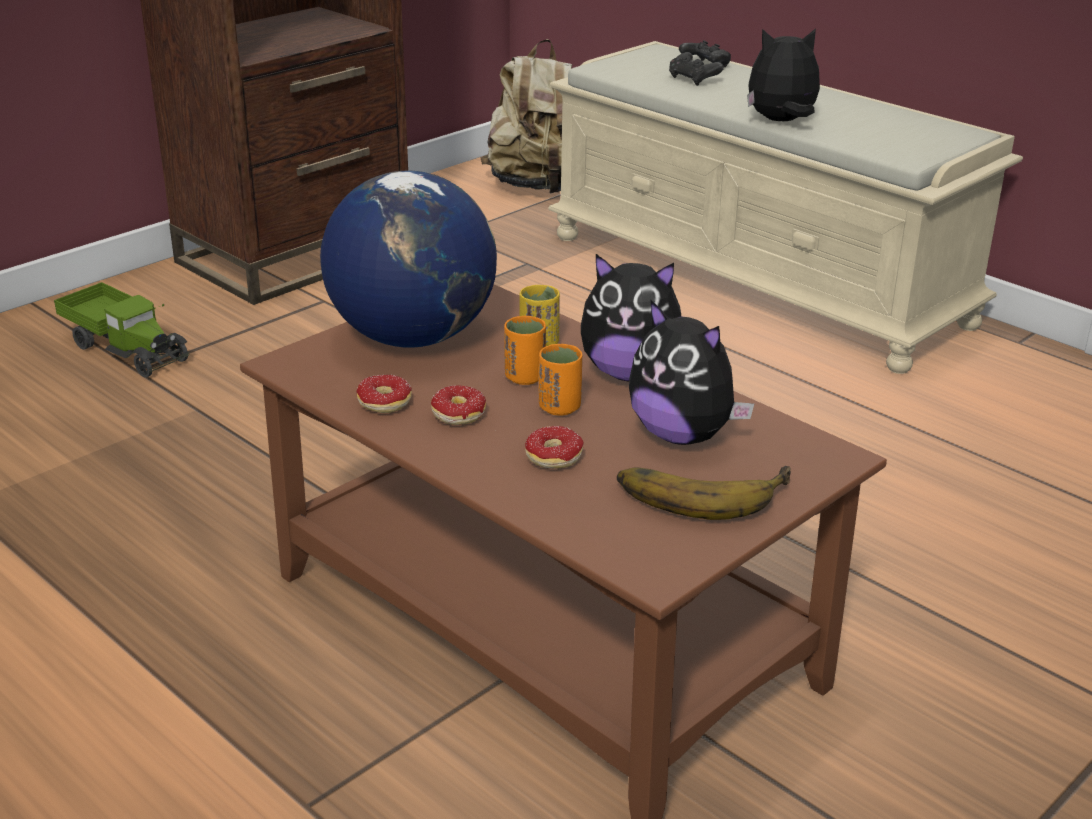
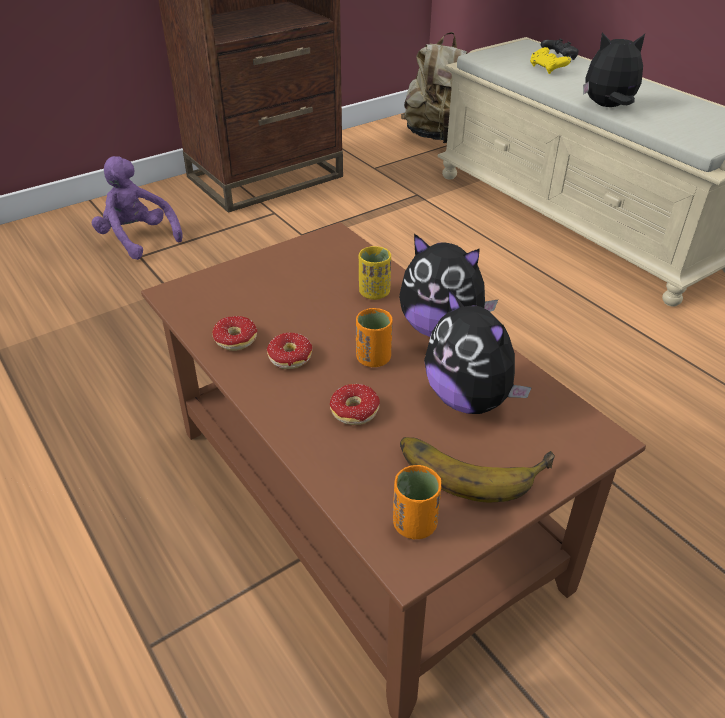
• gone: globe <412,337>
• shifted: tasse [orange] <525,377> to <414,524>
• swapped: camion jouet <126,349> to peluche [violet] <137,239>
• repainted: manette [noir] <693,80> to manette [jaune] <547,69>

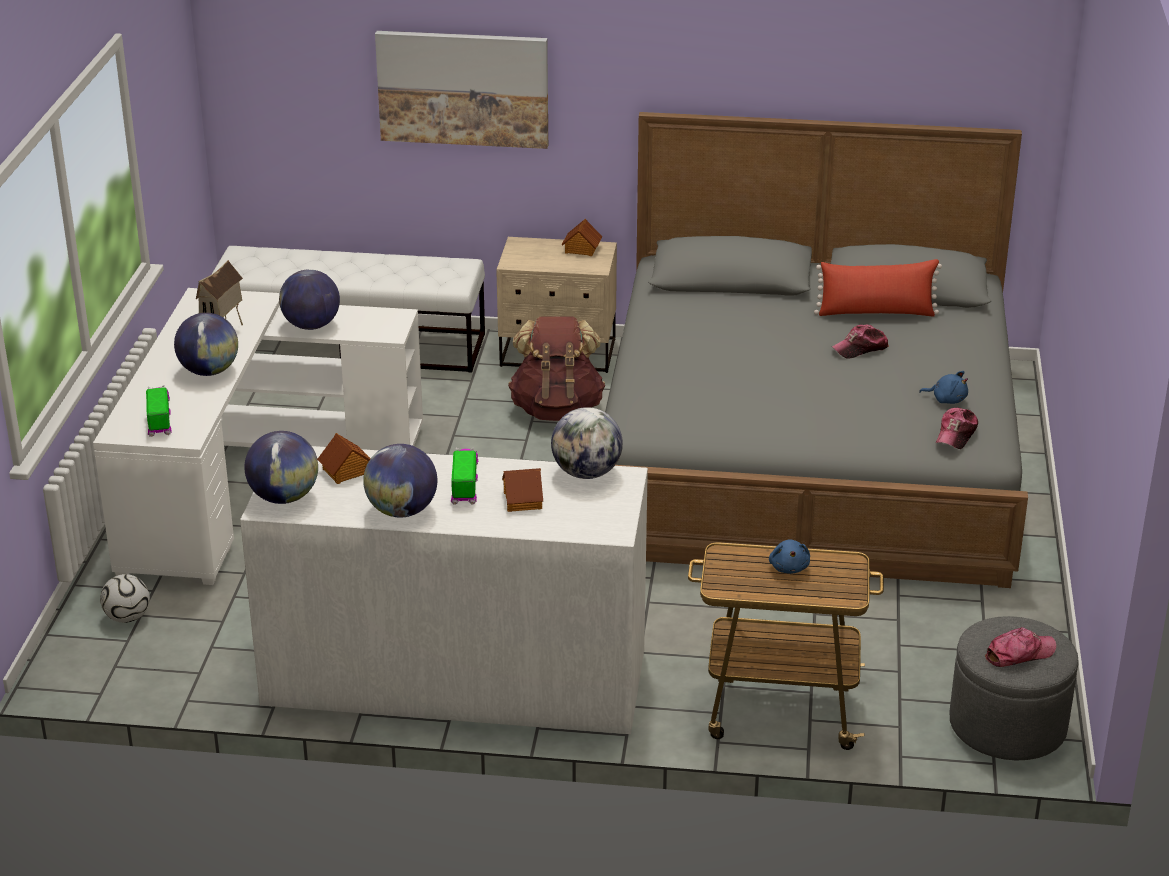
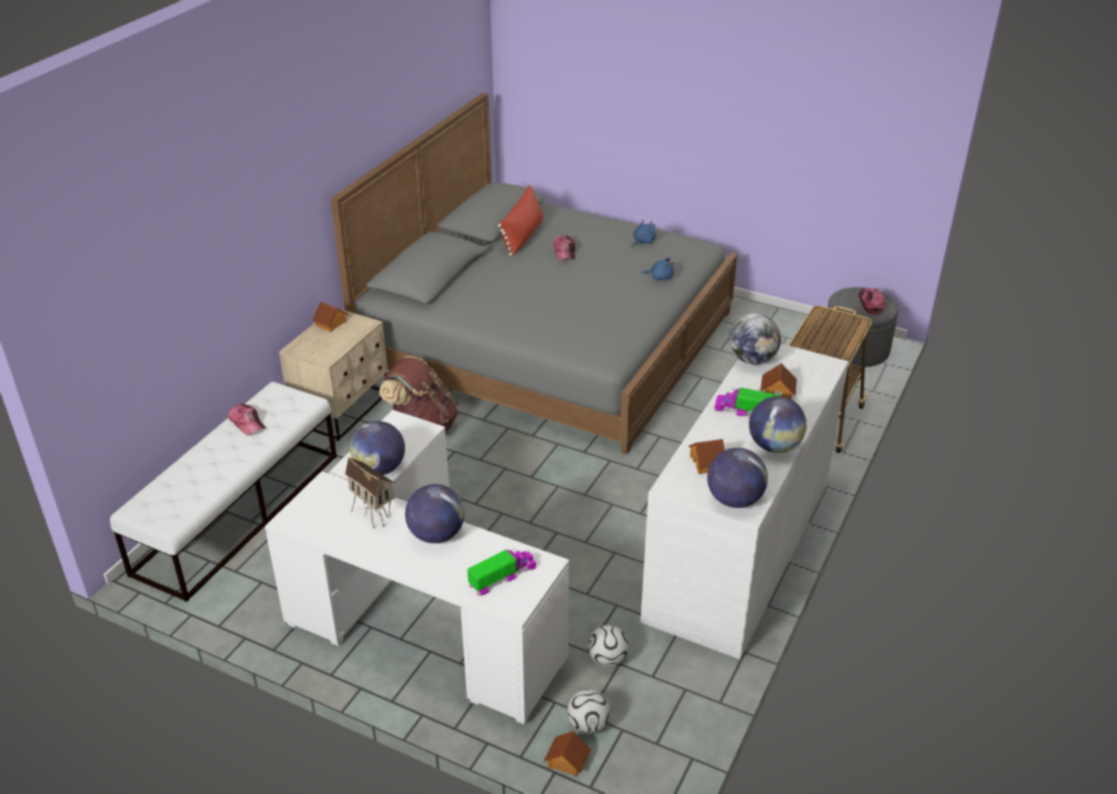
• gone: tableau <463,88>
• new: maison miniature <567,761>
• new: ballon de foot <608,659>
• shifted: peluche [bleu] <789,567> to <660,277>
• shifted: casquette <956,434> to <247,423>
• rotated: camion jouet <159,418> = <502,577> 135 degrees clockwise

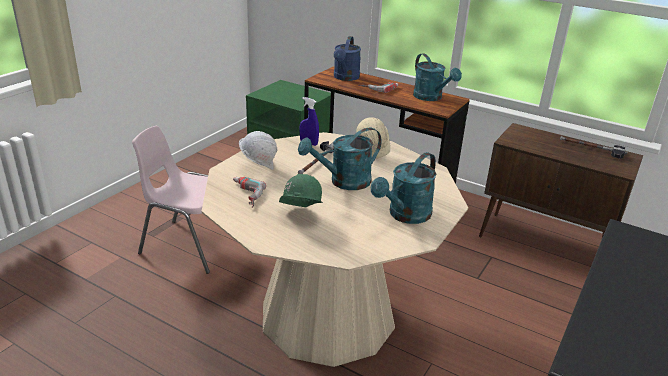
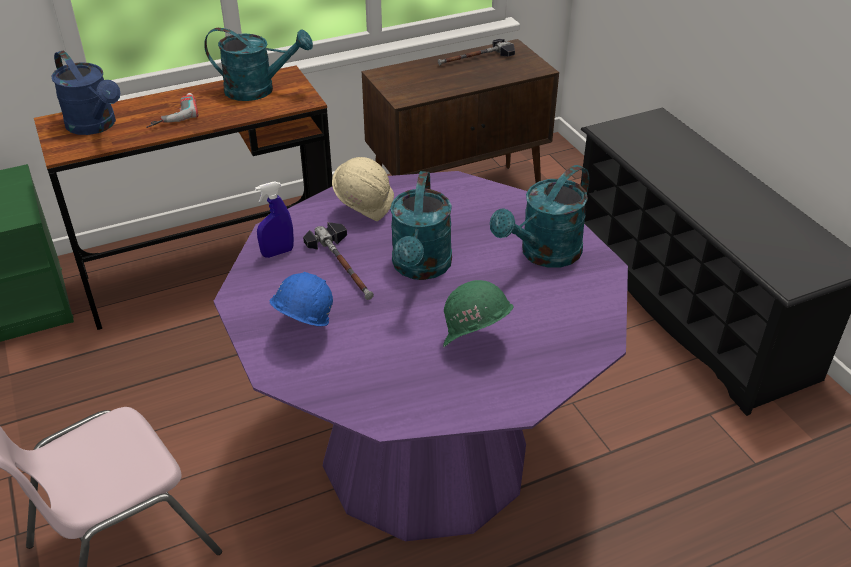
• gone: perceuse <243,195>
• repainted: table à manger [beige] <327,315> to table à manger [violet] <425,454>
• repainted: casque de chantier [blanc] <258,167> to casque de chantier [bleu] <303,332>
• rotated: arrosoir [turquoise] <405,216> = <543,255> 60 degrees clockwise

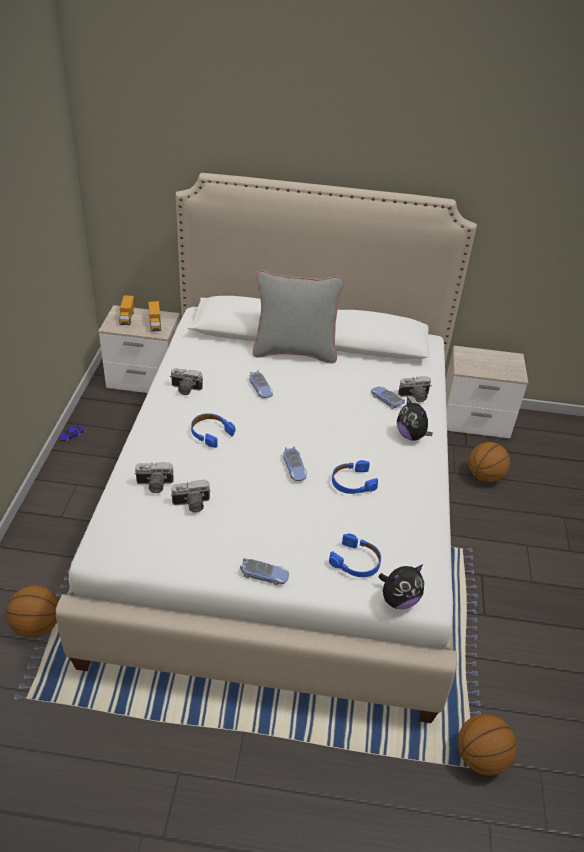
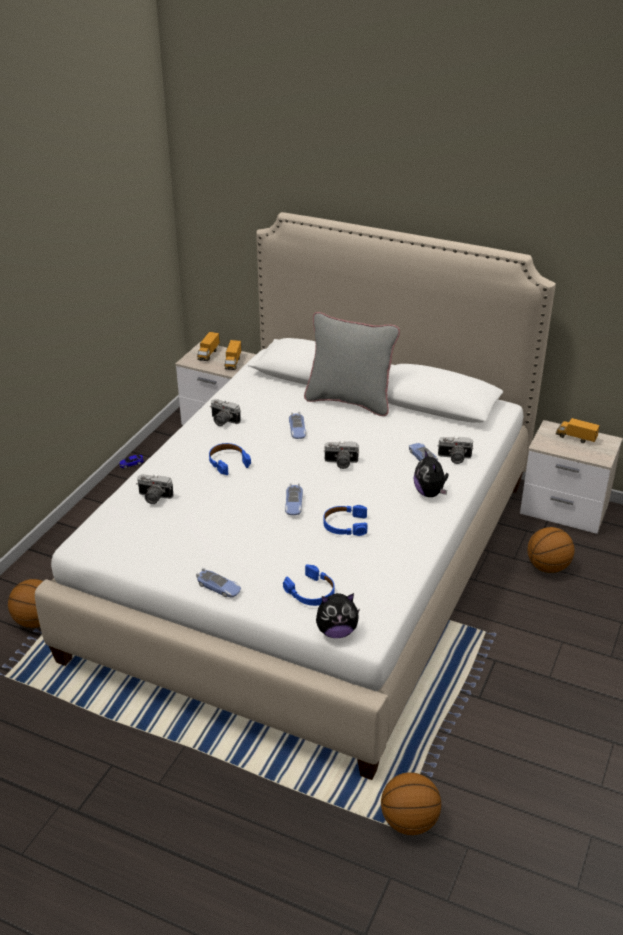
• new: camion jouet <575,438>
• shifted: appareil photo <192,505> to <341,463>

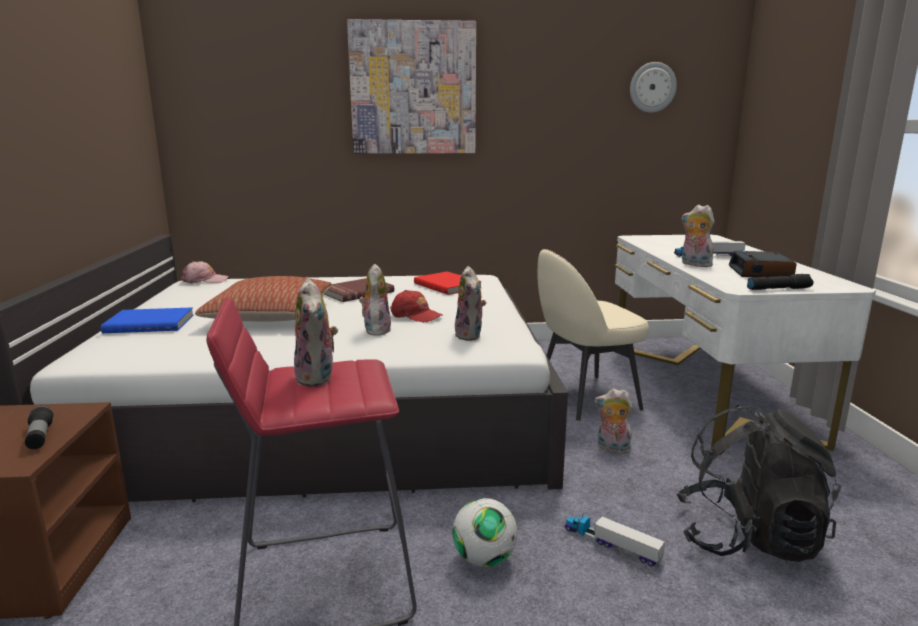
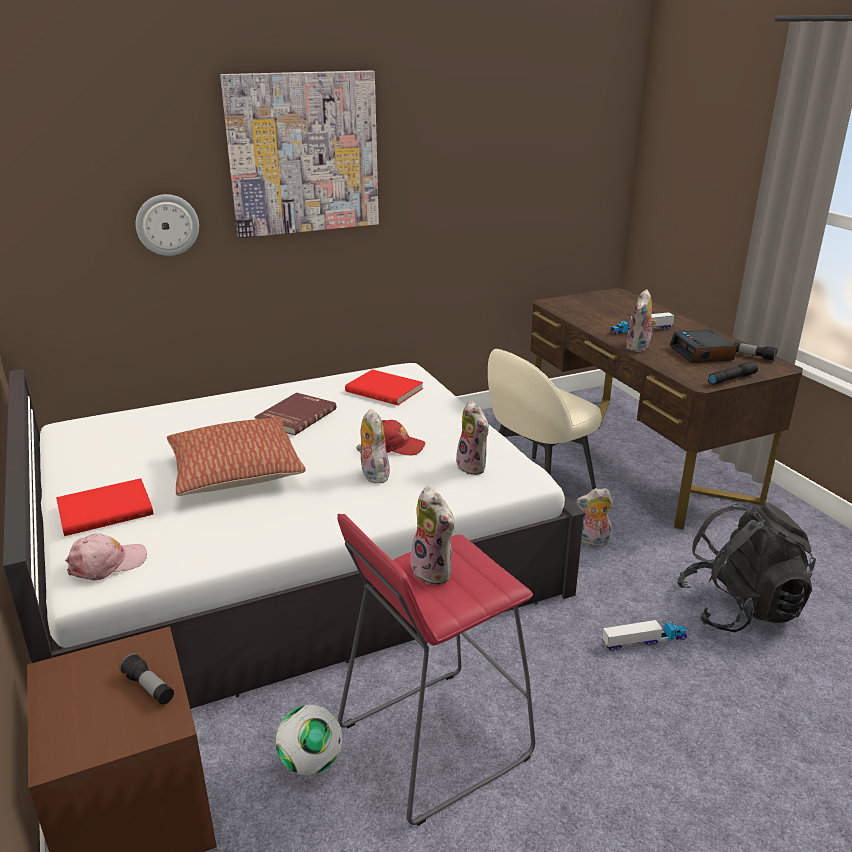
• new: lampe de poche <753,356>
• shifted: casquette [rose] <205,280> to <107,563>
• shifted: ballon de foot <484,559> to <311,762>
• shifted: horloge murale <652,87> to <167,225>
• repainted: livre [bleu] <150,323> to livre [rouge] <105,509>
• repainted: bureau [blanc] <704,390> to bureau [marron] <636,456>
• rotated: camion jouet <611,545> = <644,641> 150 degrees clockwise
• rotated: peluche <694,264> = <639,348> 90 degrees counterclockwise

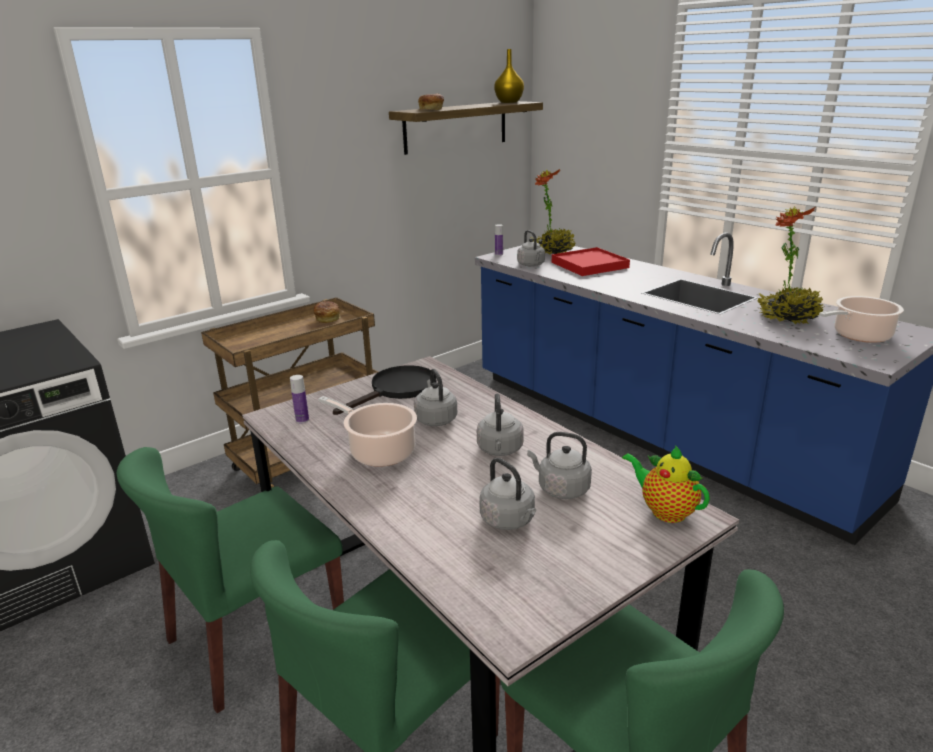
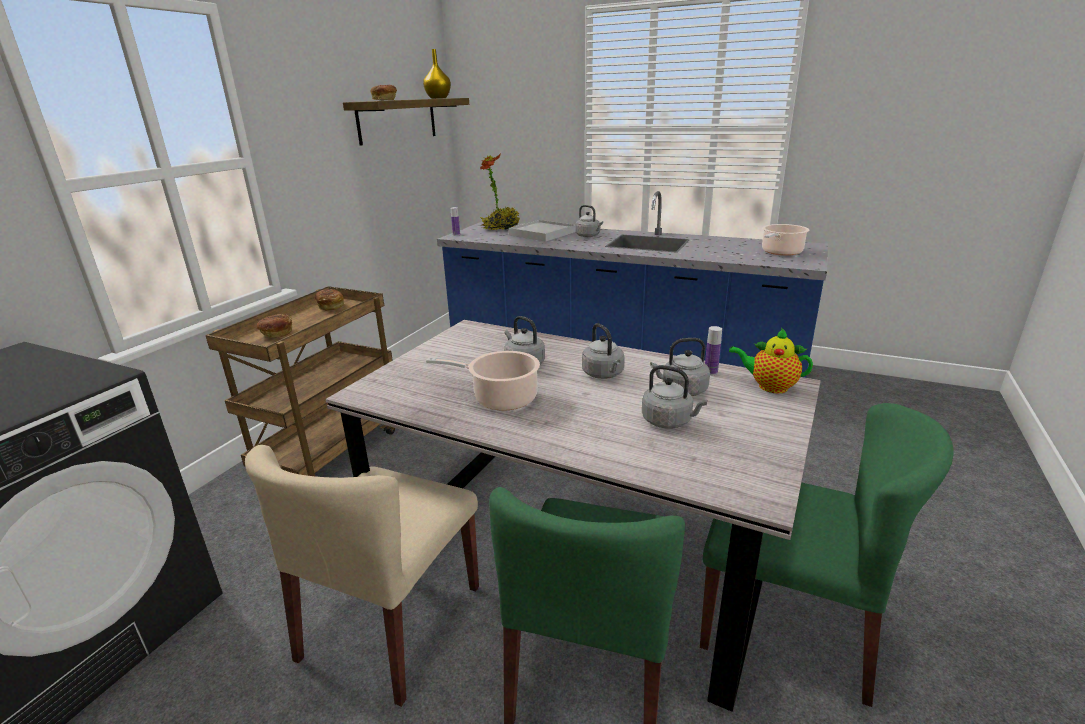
• gone: poêle [noir] <397,390>
• gone: plante en pot <788,317>
• new: pain <277,333>
• shifted: bouteille <302,420> to <710,372>
• shifted: bouilloire [gris] <531,265> to <589,236>
• repainted: chaise [vert] <256,637> to chaise [beige] <391,623>
• repainted: plateau [rouge] <589,265> to plateau [blanc] <542,233>

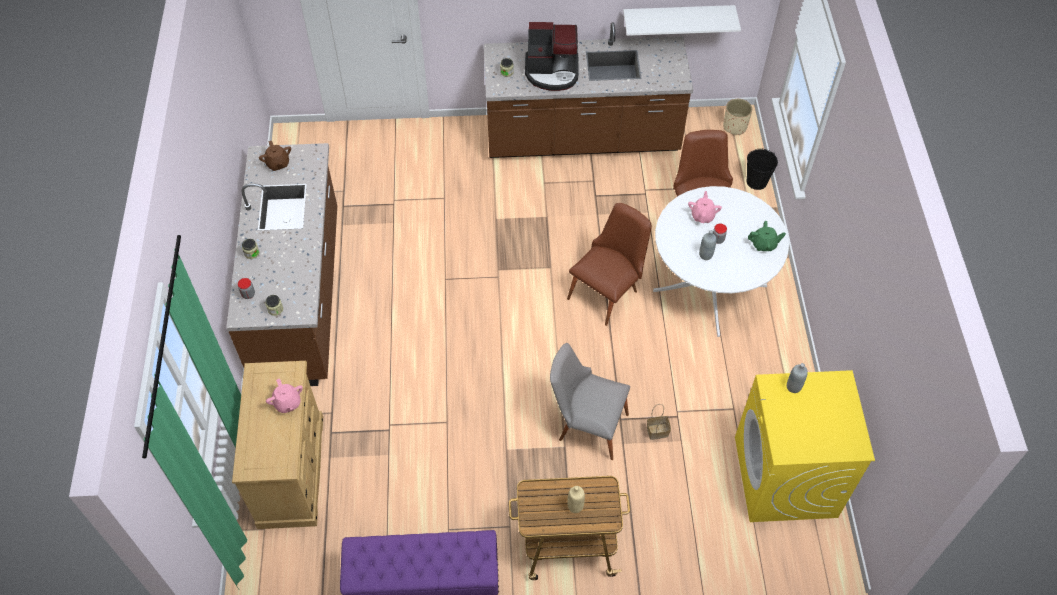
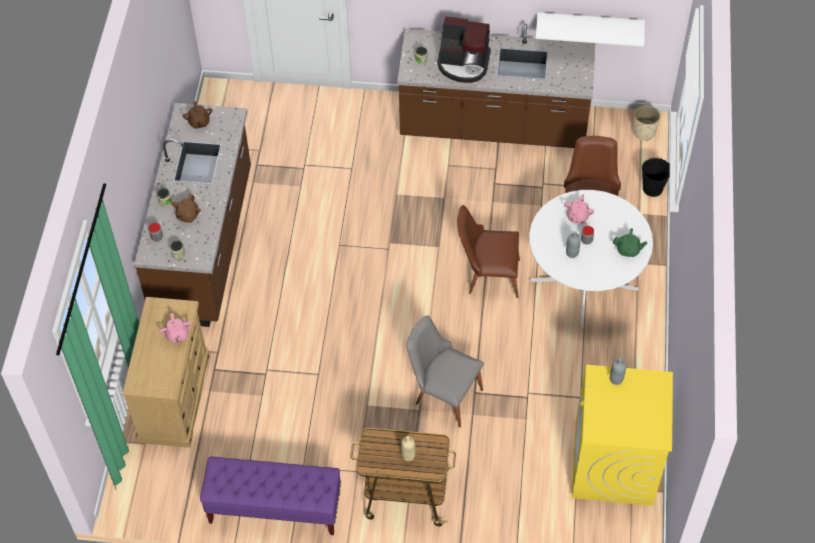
• gone: panier <658,431>
• new: théière [marron] <187,215>
• rotated: chaise [marron] <608,291> = <487,275> 135 degrees counterclockwise

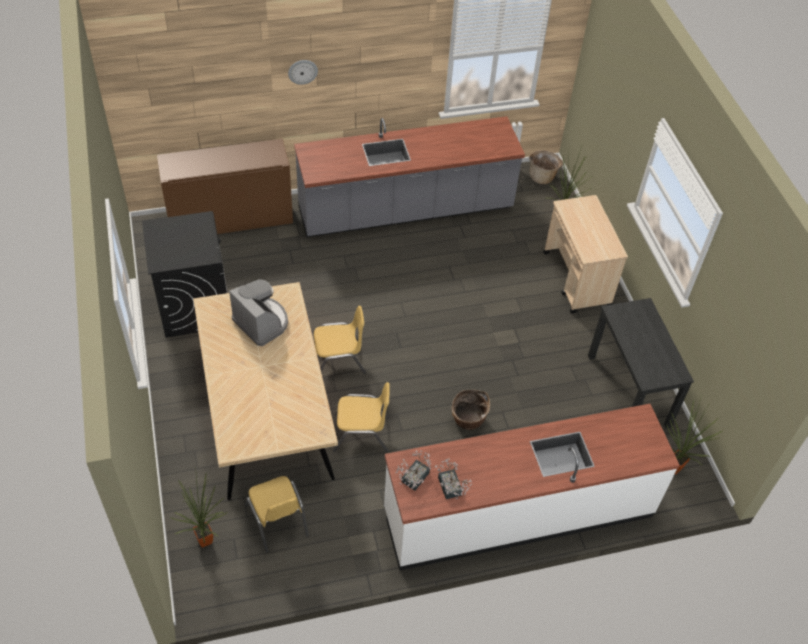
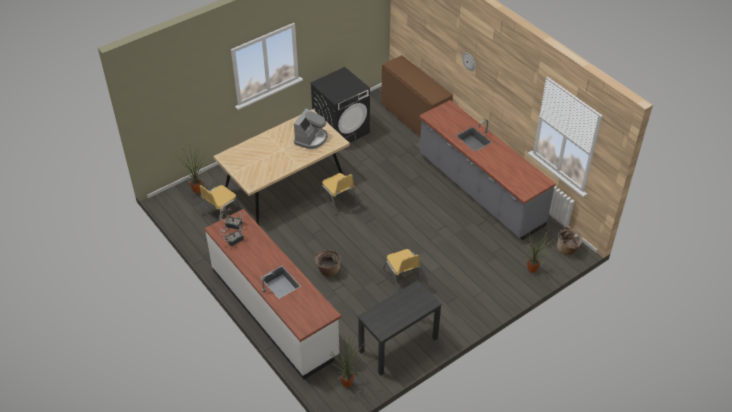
• gone: chariot [beige] <577,279>
• shifted: chaise [jaune] <361,433> to <402,277>

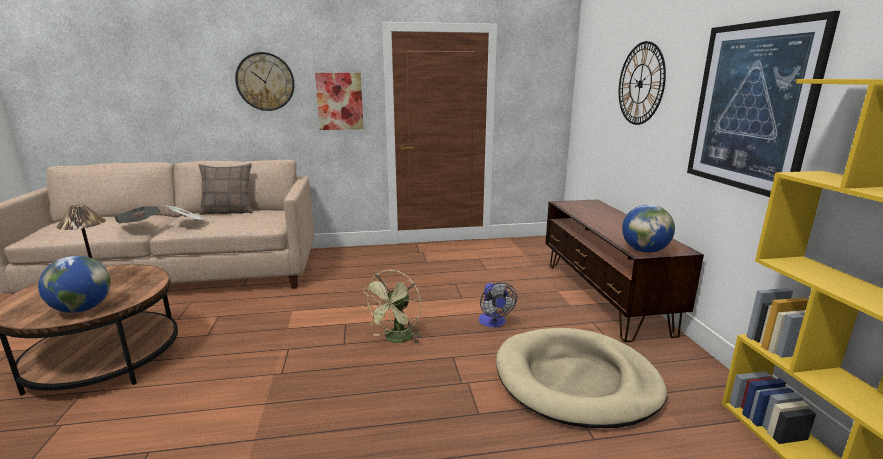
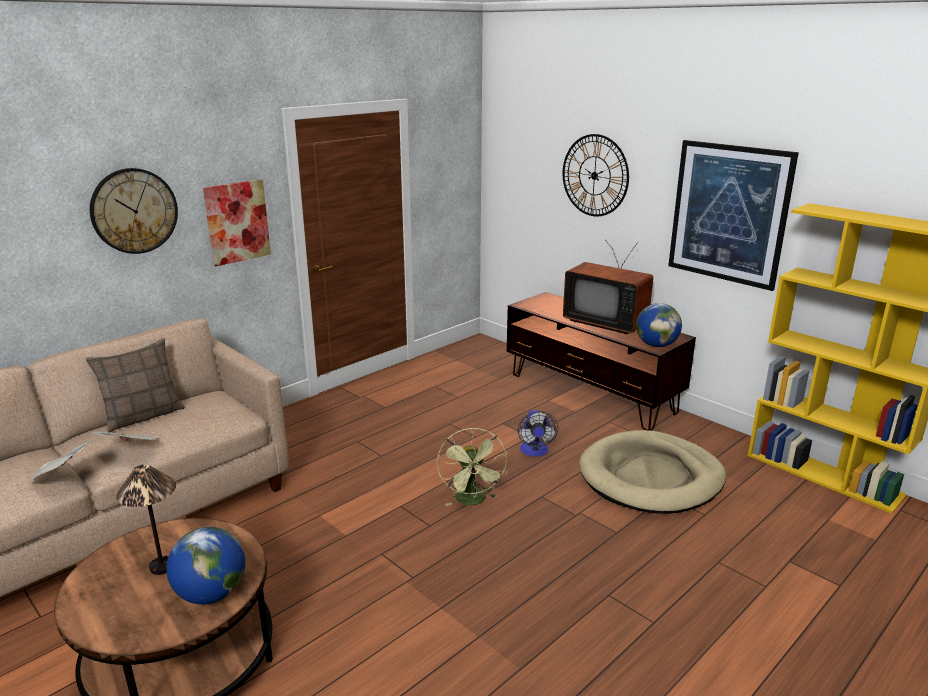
• new: téléviseur <606,322>
• rotated: ventilateur <493,323> = <535,451> 45 degrees clockwise

